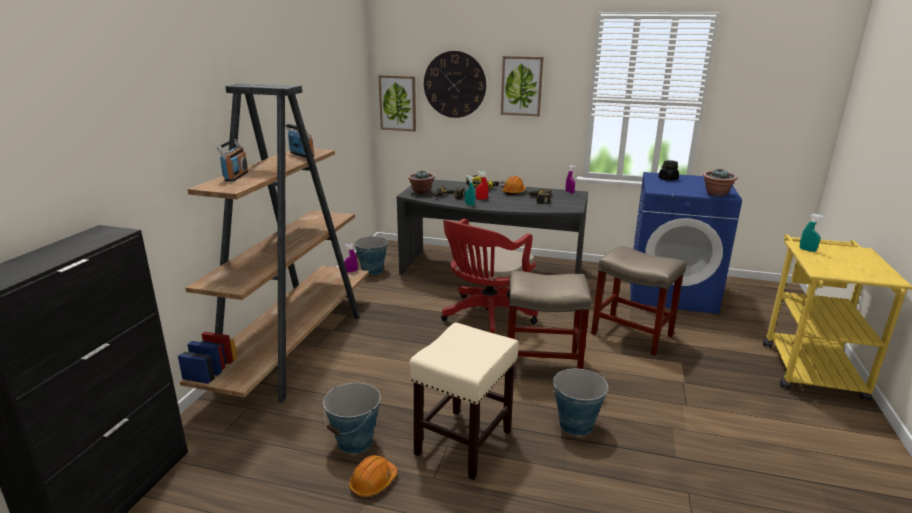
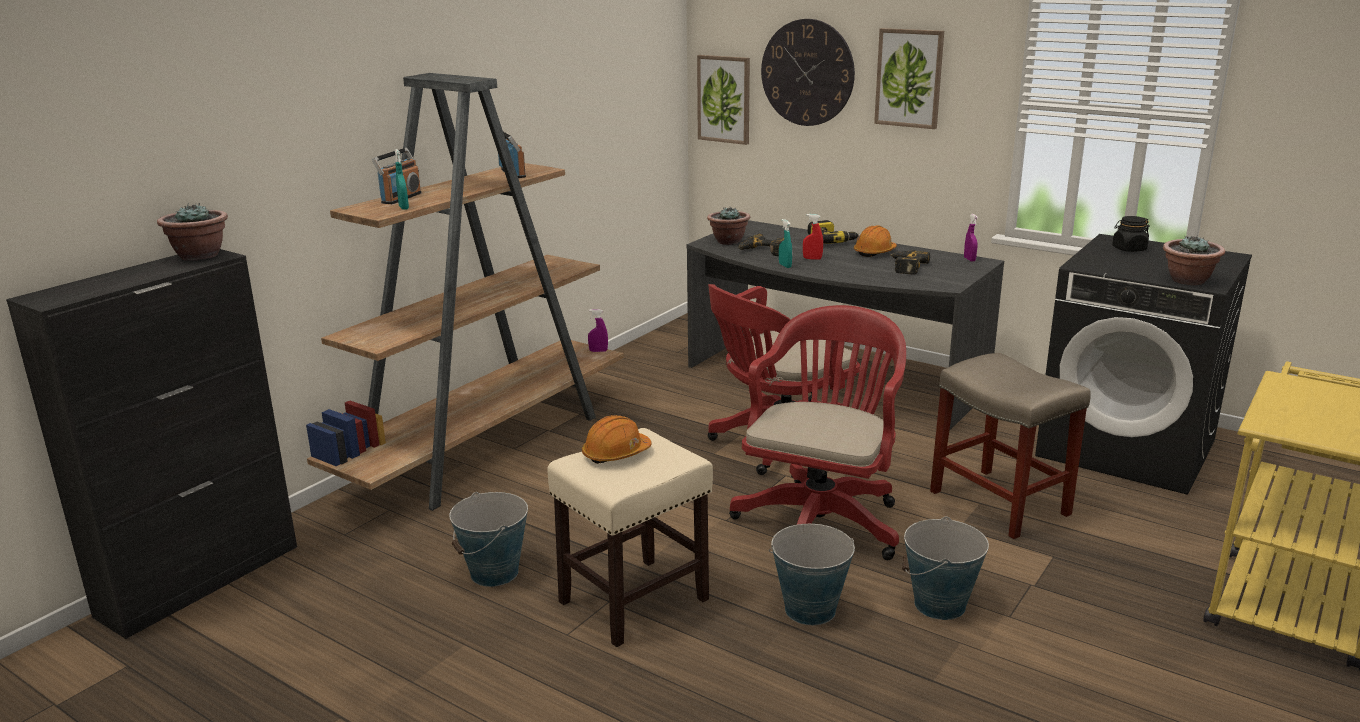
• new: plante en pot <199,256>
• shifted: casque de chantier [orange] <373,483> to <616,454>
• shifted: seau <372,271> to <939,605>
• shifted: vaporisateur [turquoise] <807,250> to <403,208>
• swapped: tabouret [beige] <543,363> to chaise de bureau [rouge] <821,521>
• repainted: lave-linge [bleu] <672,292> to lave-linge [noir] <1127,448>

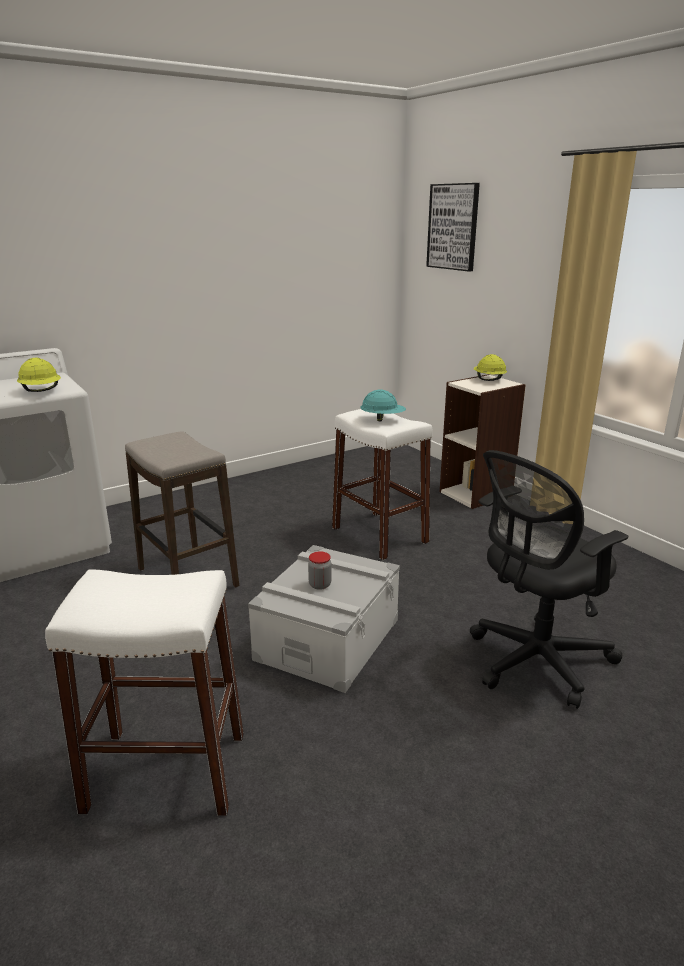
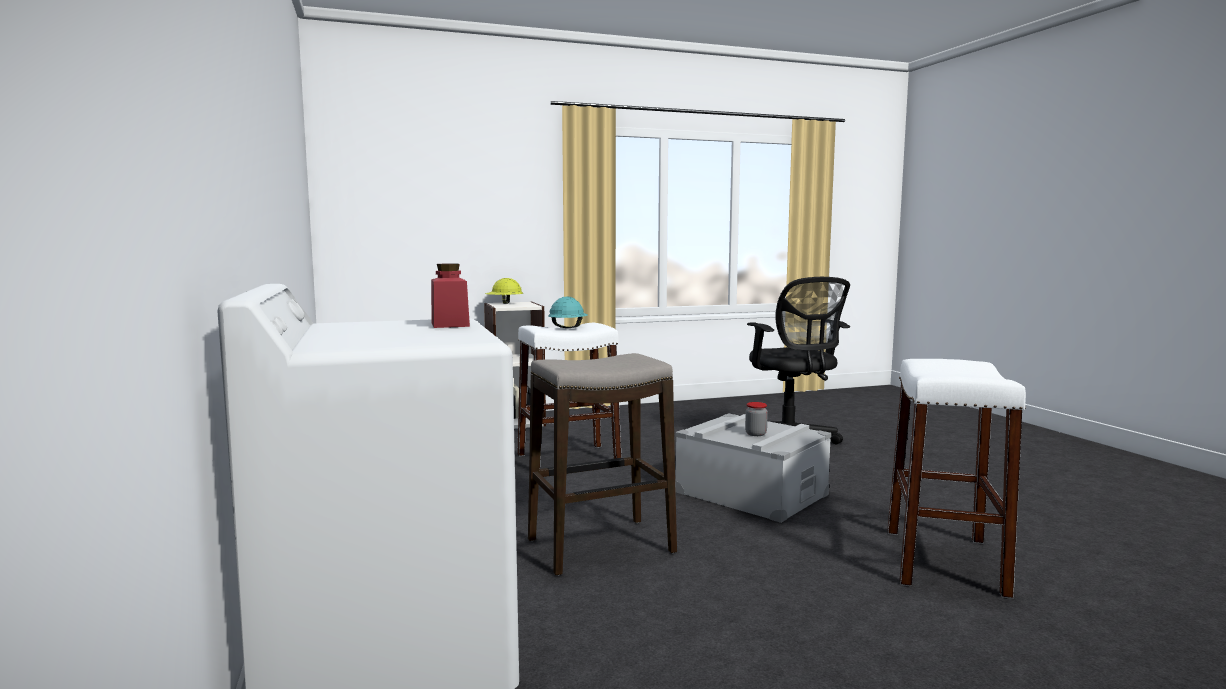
• gone: tableau <453,227>
• swapped: casque de chantier [jaune] <41,391> to bocal [rouge] <450,324>

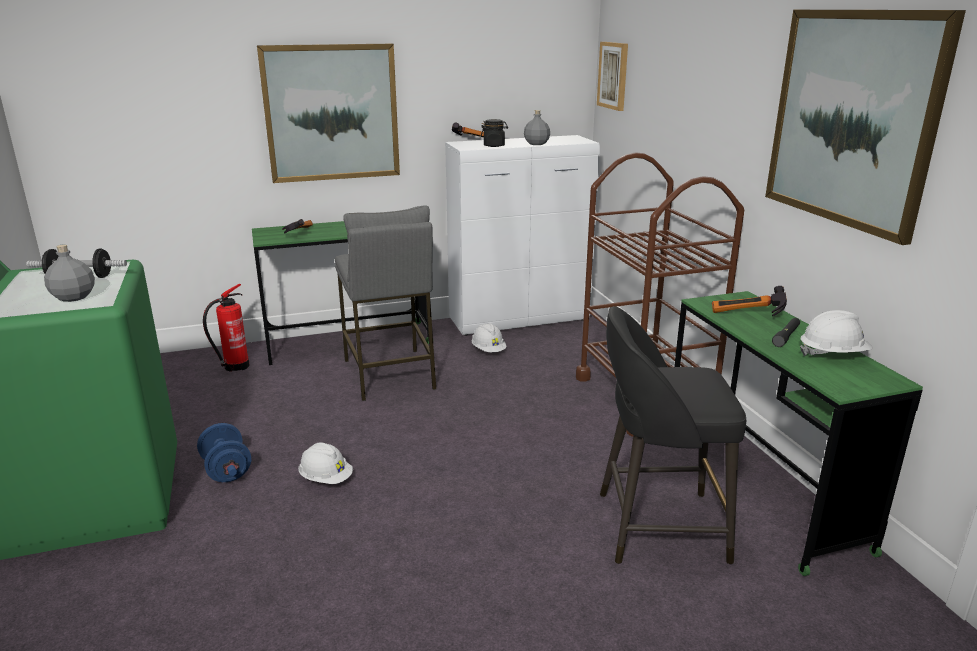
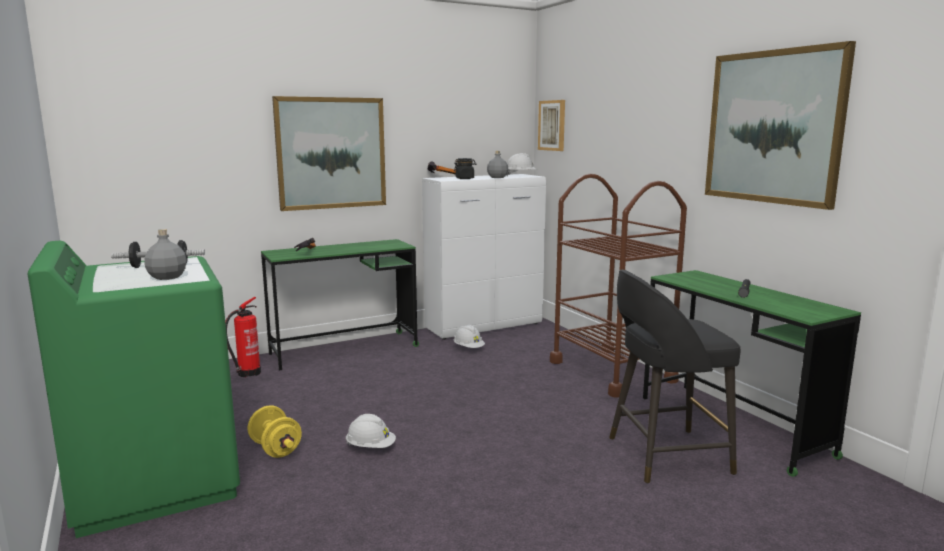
• gone: tabouret [gris] <389,374>
• gone: marteau <747,316>
• shifted: casque de chantier [blanc] <833,354> to <521,176>
• repainted: haltère [bleu] <227,470> to haltère [jaune] <275,449>

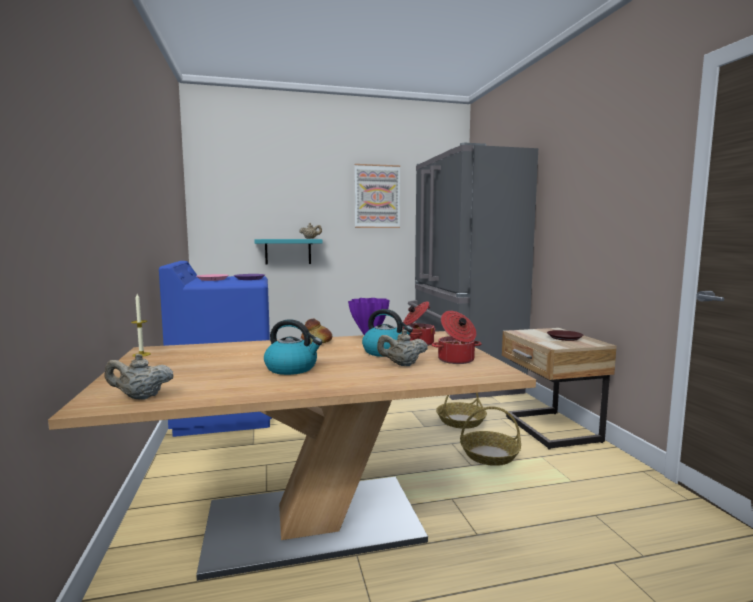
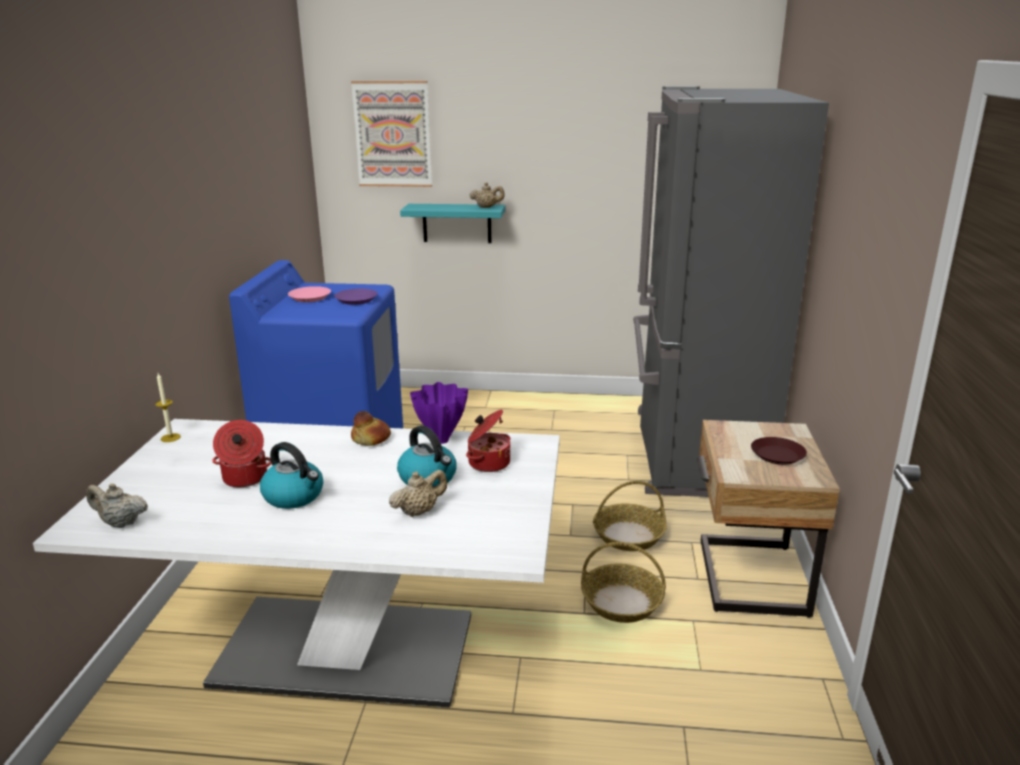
• shifted: tableau <377,196> to <393,134>
• shifted: marmite <456,360> to <244,478>
• repainted: table à manger [marron] <312,522> to table à manger [blanc] <345,650>
• rotated: théière [beige] <402,365> = <419,511> 135 degrees clockwise

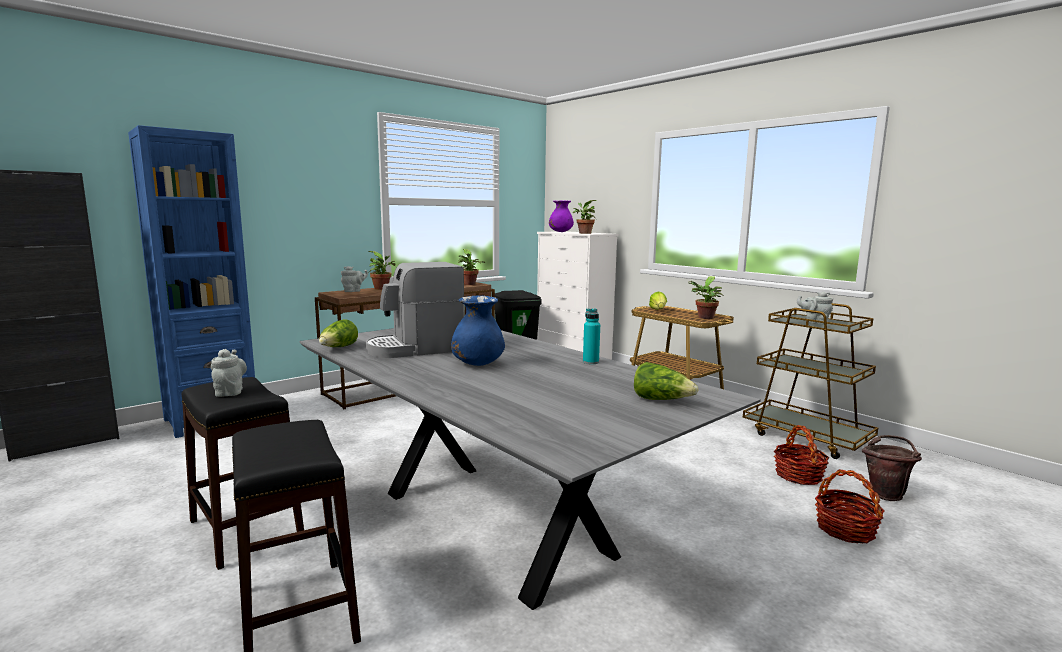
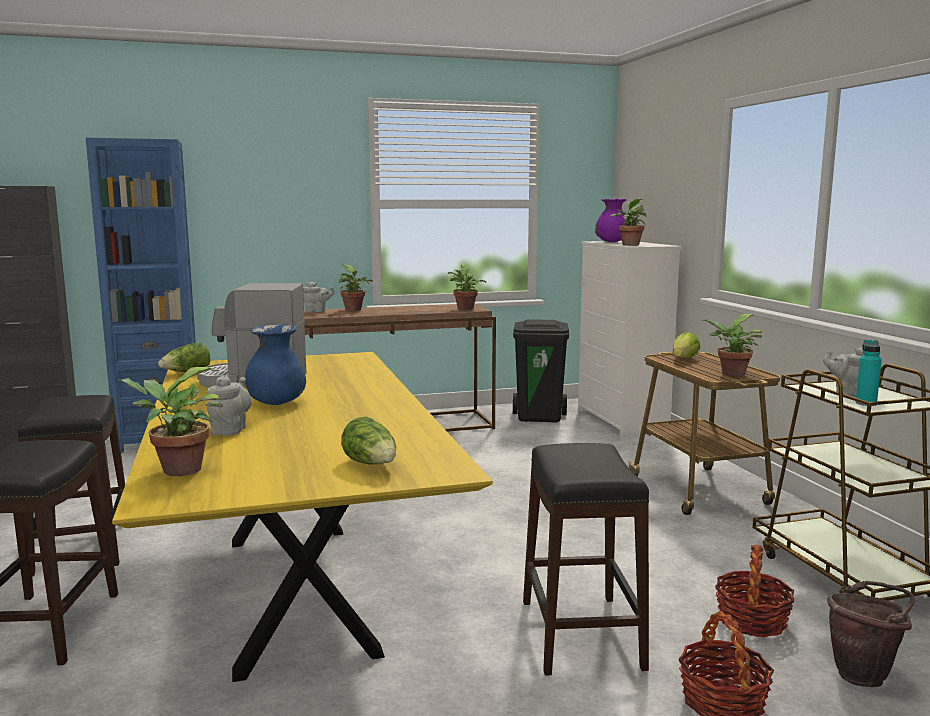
• new: plante en pot <176,471>
• new: tabouret [noir] <581,633>
• shifted: théière [gris] <230,392> to <230,430>
• shifted: bouteille [turquoise] <590,362> to <866,403>
• repainted: table à manger [gris] <492,521> to table à manger [jaune] <297,589>

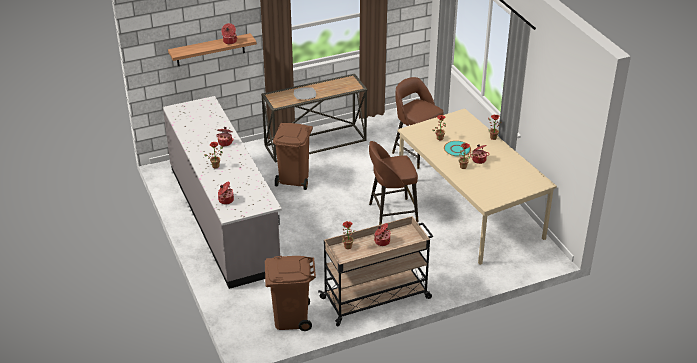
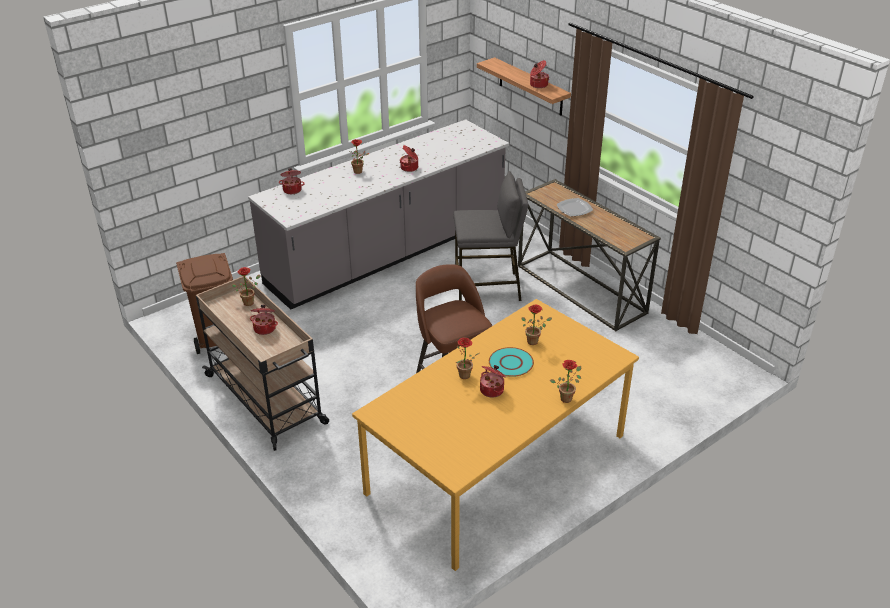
• gone: tabouret [marron] <416,153>
• swapped: poubelle [marron] <294,180> to tabouret [gris] <488,288>
• repainted: table à manger [beige] <470,209> to table à manger [orange] <498,465>

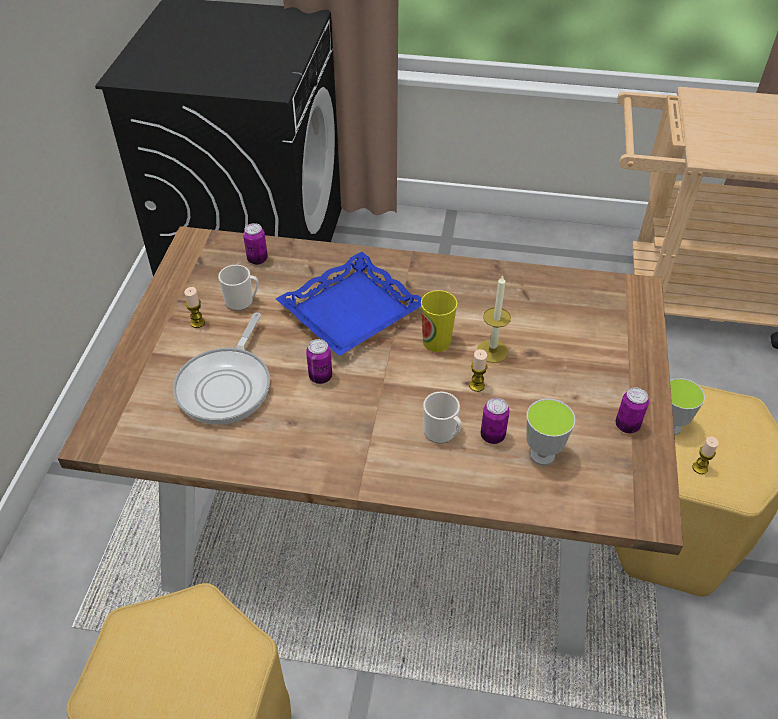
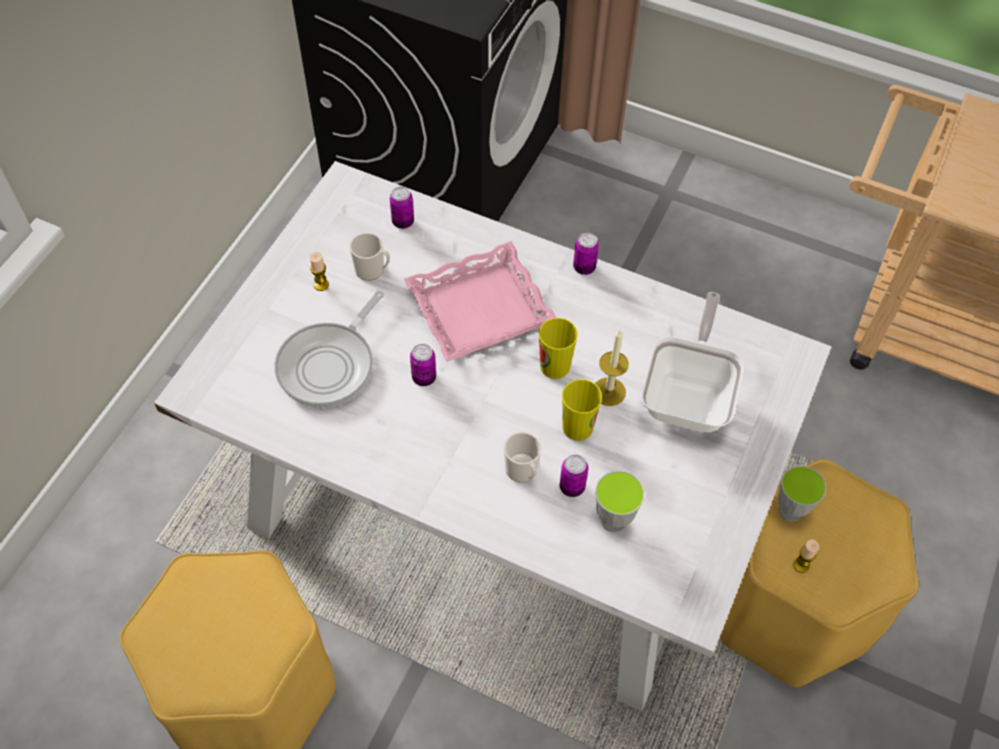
• new: poêle <689,395>
• shifted: boîte métallique <627,425> to <584,267>
• swapped: bougie <477,385> to tasse <577,427>
• repainted: table à manger [marron] <391,506> to table à manger [blanc] <500,501>
• repainted: plateau [bleu] <352,312> to plateau [rose] <480,309>

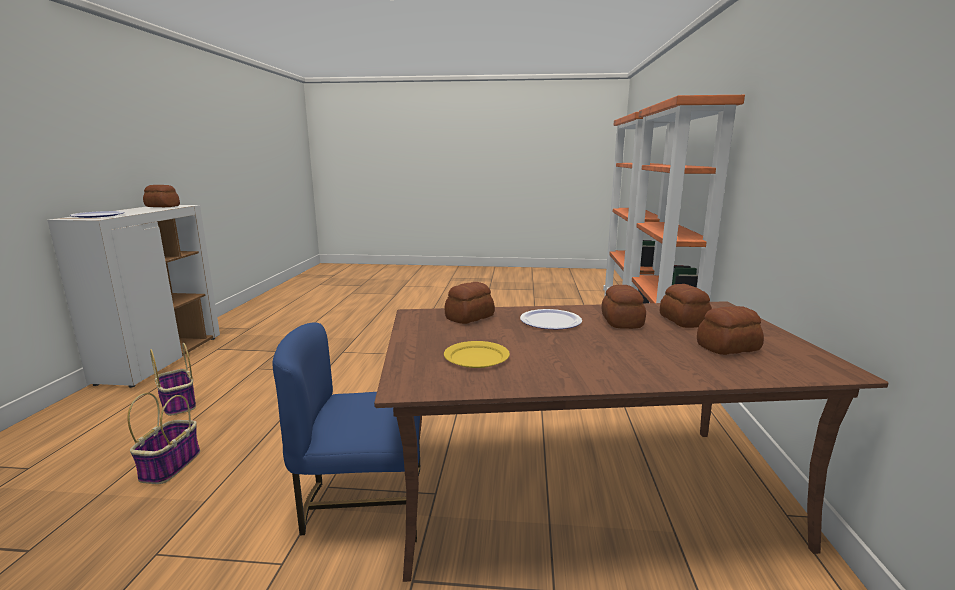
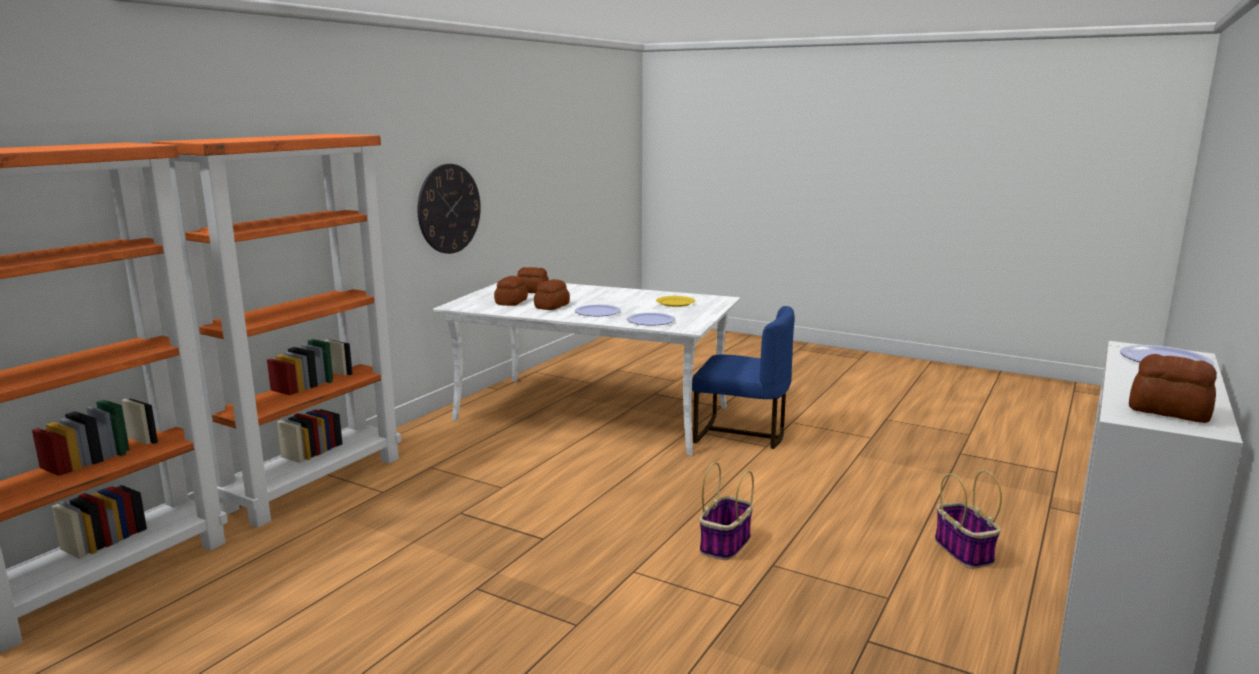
• new: horloge murale <449,209>
• shifted: panier <170,465> to <725,544>
• swapped: pain <468,317> to assiette <651,321>
• repainted: table à manger [marron] <585,493> to table à manger [blanc] <592,413>

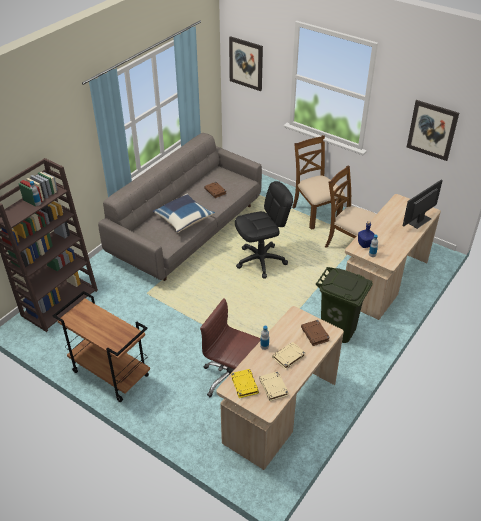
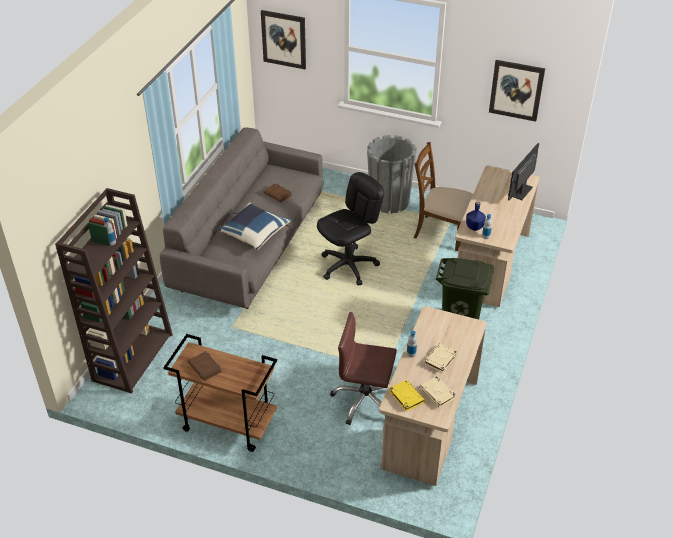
• shifted: livre [marron] <315,334> to <205,368>
• swapped: chaise [marron] <315,213> to cache-pot [gris] <389,201>

